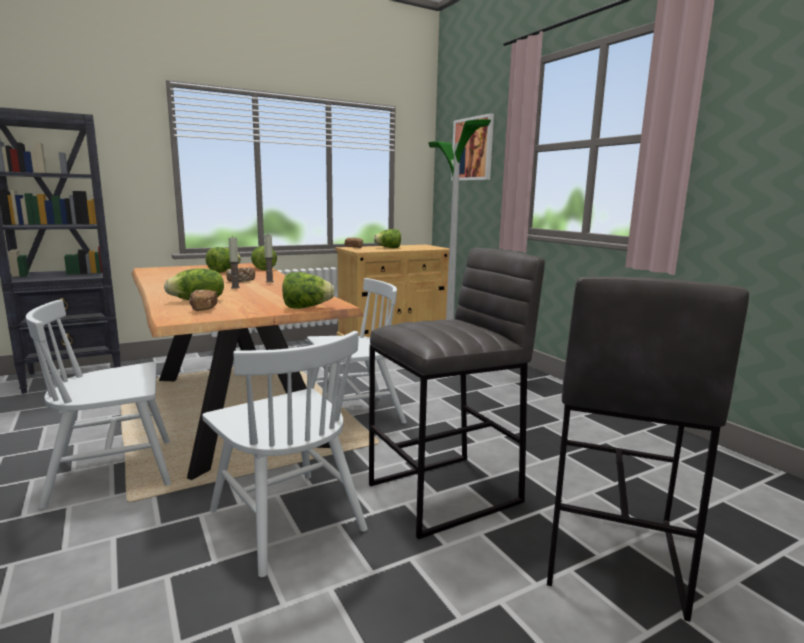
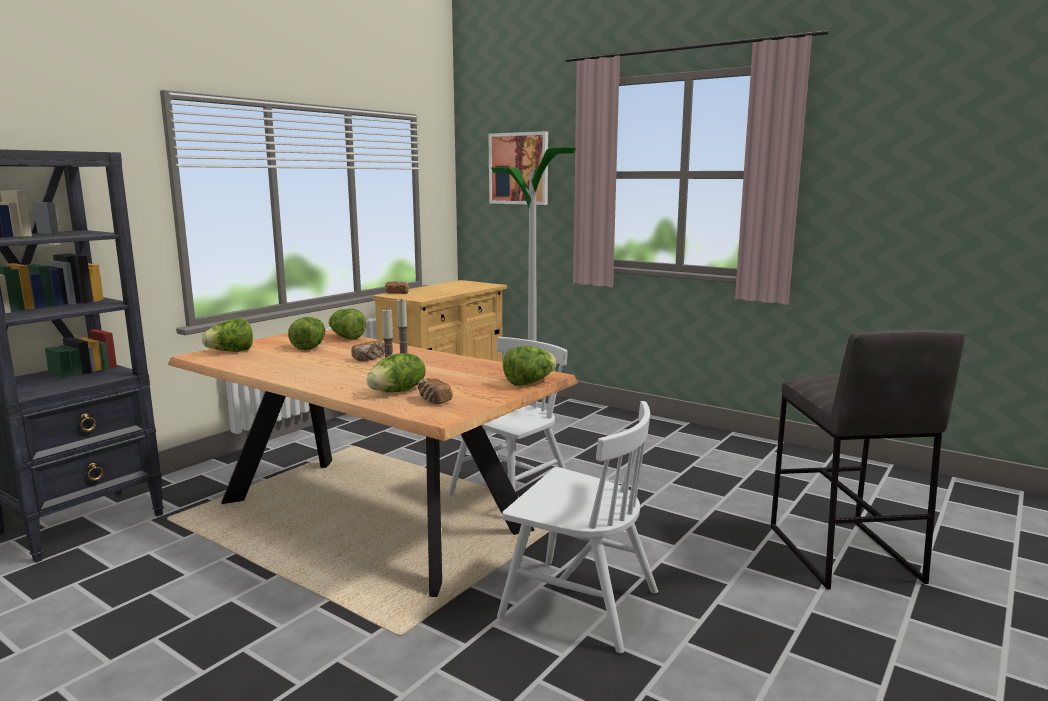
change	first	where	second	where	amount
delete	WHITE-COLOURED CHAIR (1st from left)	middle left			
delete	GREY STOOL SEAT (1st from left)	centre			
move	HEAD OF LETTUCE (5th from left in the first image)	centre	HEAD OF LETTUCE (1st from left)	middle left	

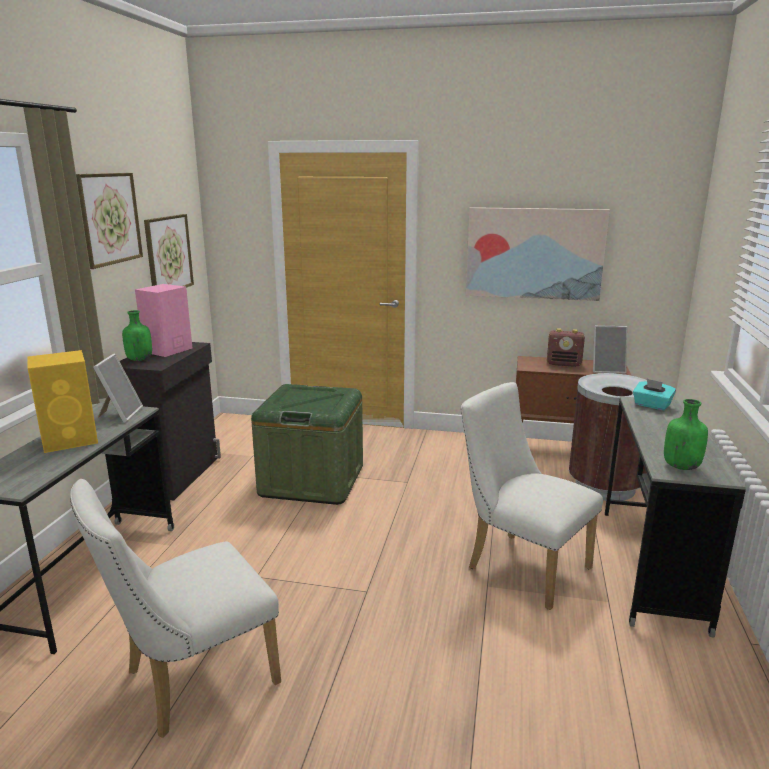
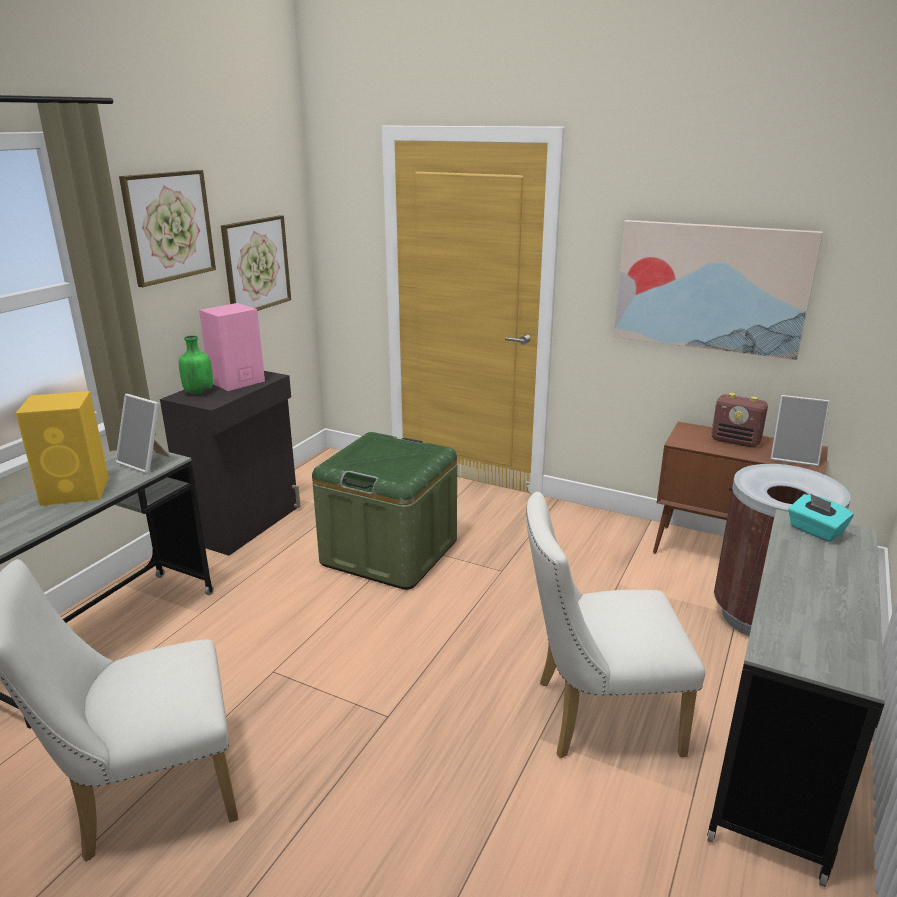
change	first	where	second	where	amount
delete	GREEN BOTTLE (2nd from left)	middle right			
rotate	STANDING FRAME (1st from left)	middle left		middle left	105 degrees clockwise
rotate	WHITE-COLOURED CHAIR (2nd from left)	middle right		bottom right	60 degrees counterclockwise

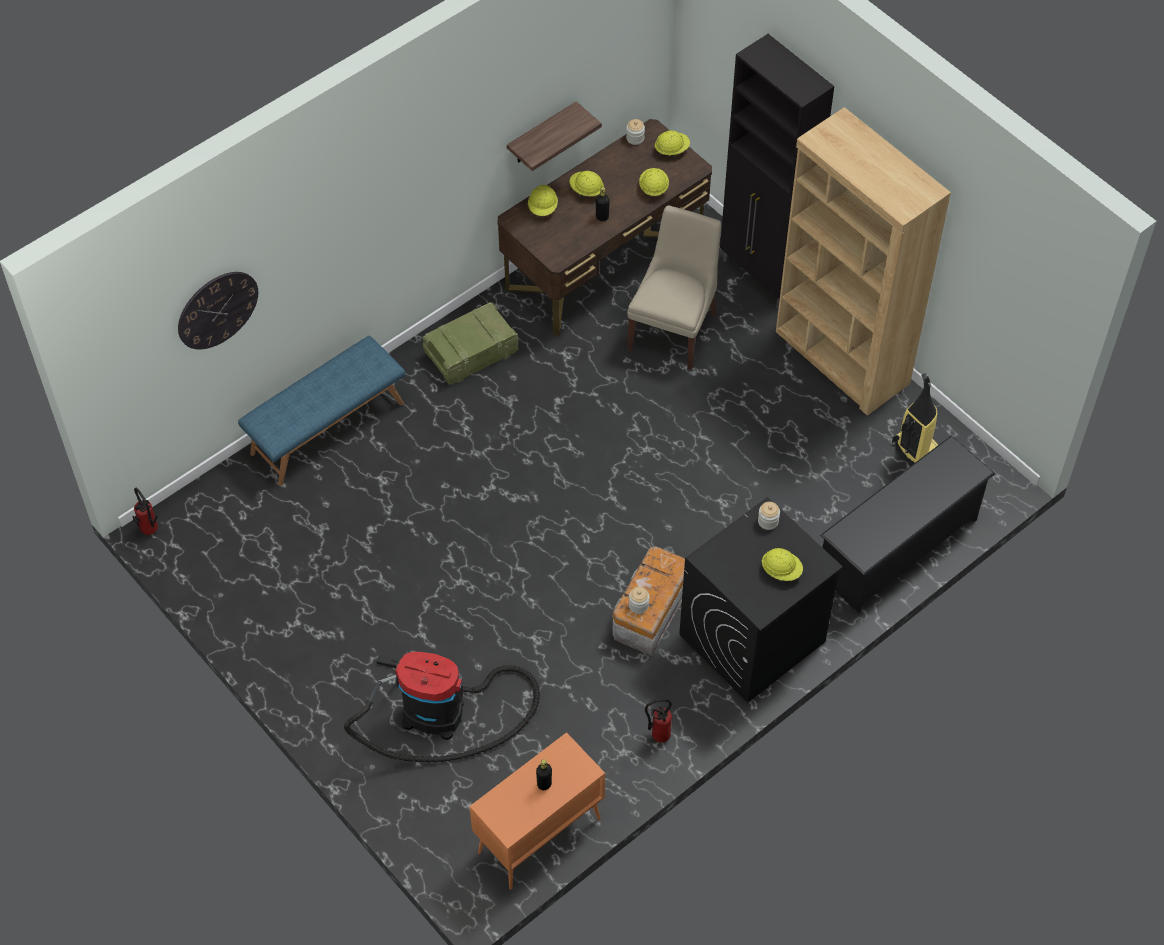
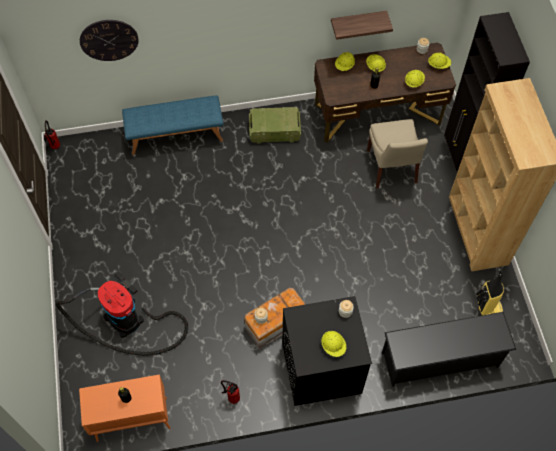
change	first	where	second	where	amount
rotate	BEIGE-COLOURED CHAIR	top centre		middle right	120 degrees clockwise

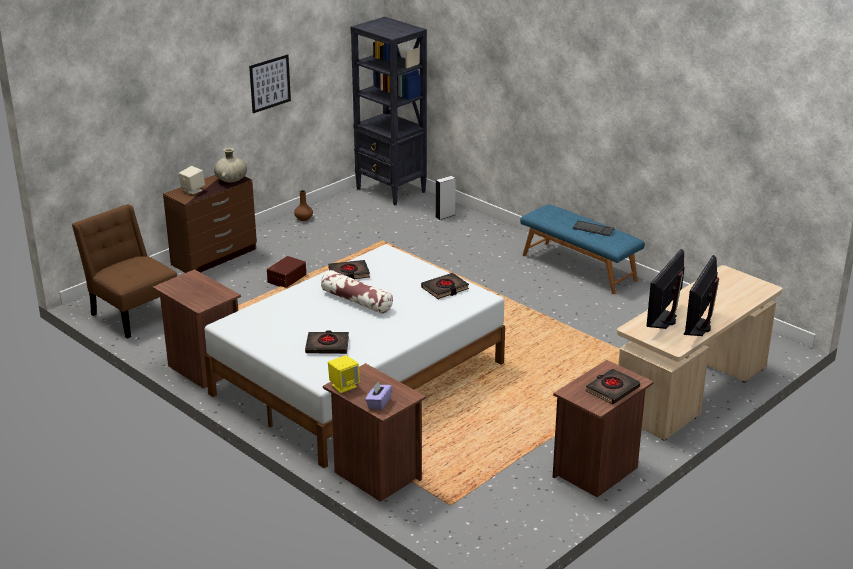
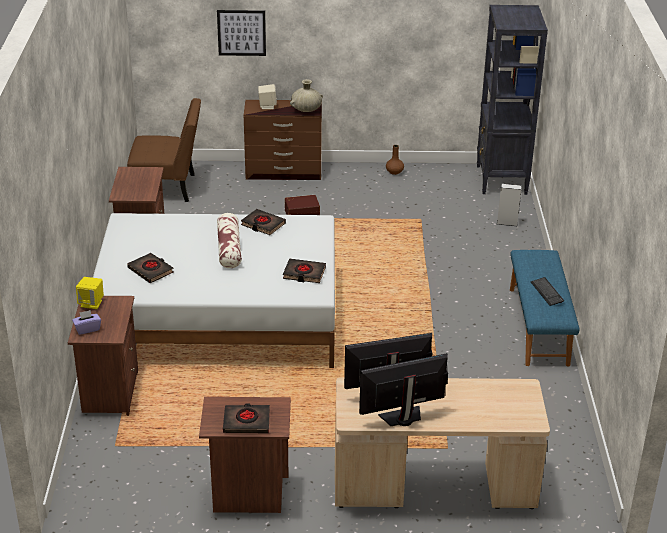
change	first	where	second	where	amount
move	PICTURE	top left		top centre	
rotate	BROWN CHAIR	middle left		top left	90 degrees clockwise

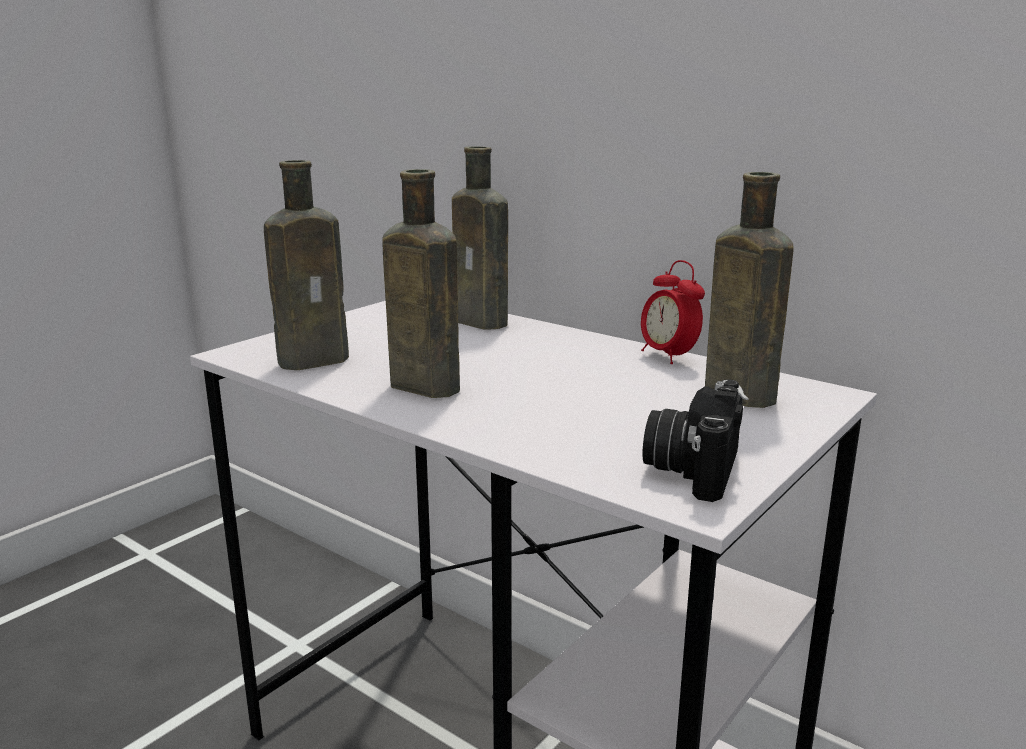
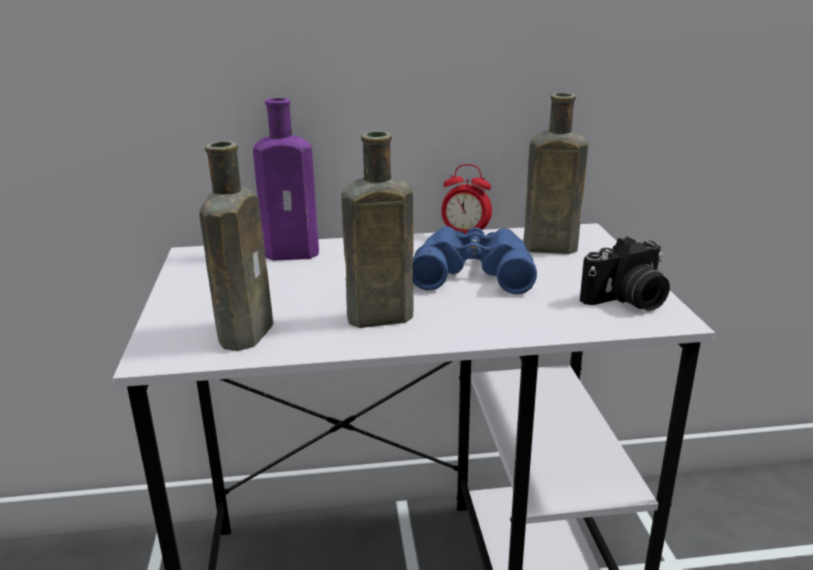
change	first	where	second	where	amount
insert			BLUISH BINOCULARS	centre	
recolor	BROWN BOTTLE (3rd from left)	top centre	PURPLISH BOTTLE	top centre	
rotate	STILL CAMERA	middle right		middle right	90 degrees counterclockwise

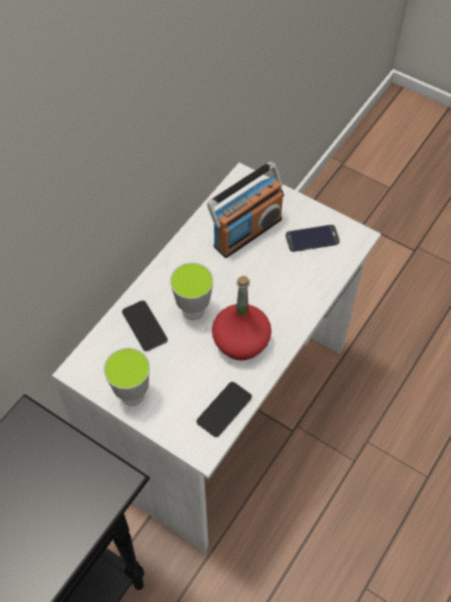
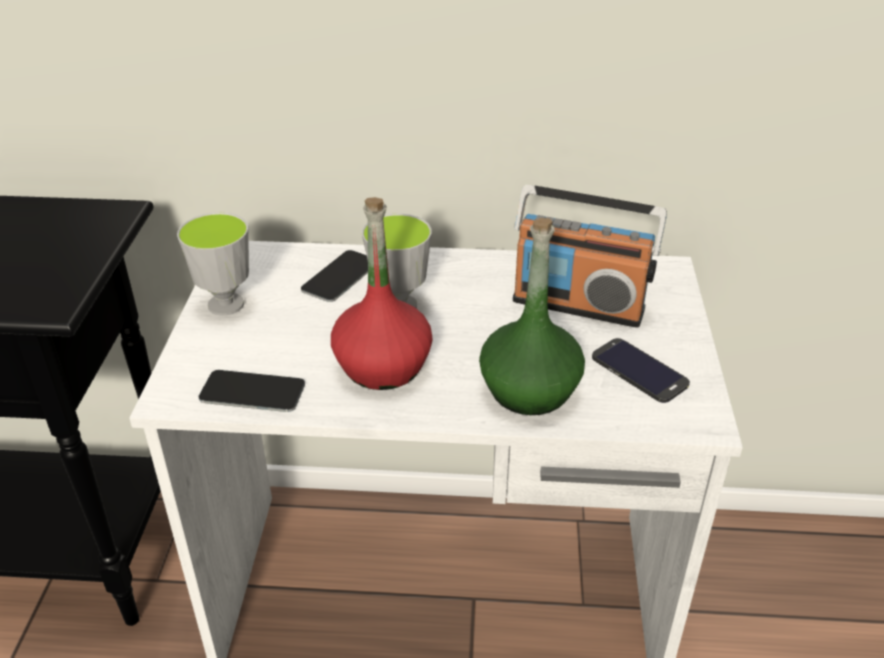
change	first	where	second	where	amount
insert			GREEN BOTTLE	centre	

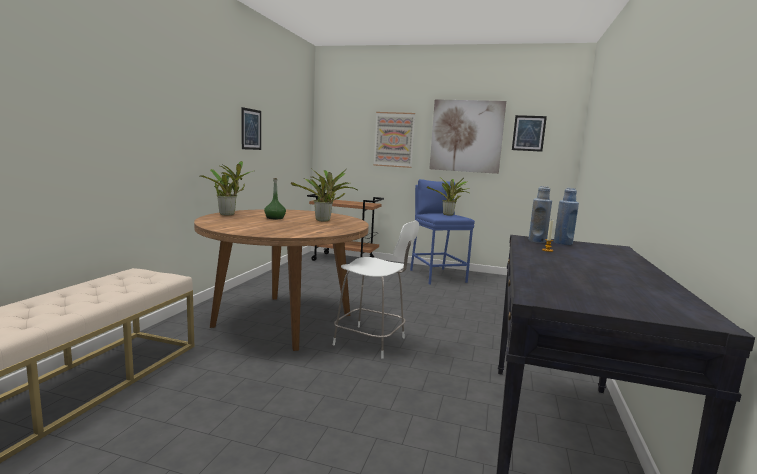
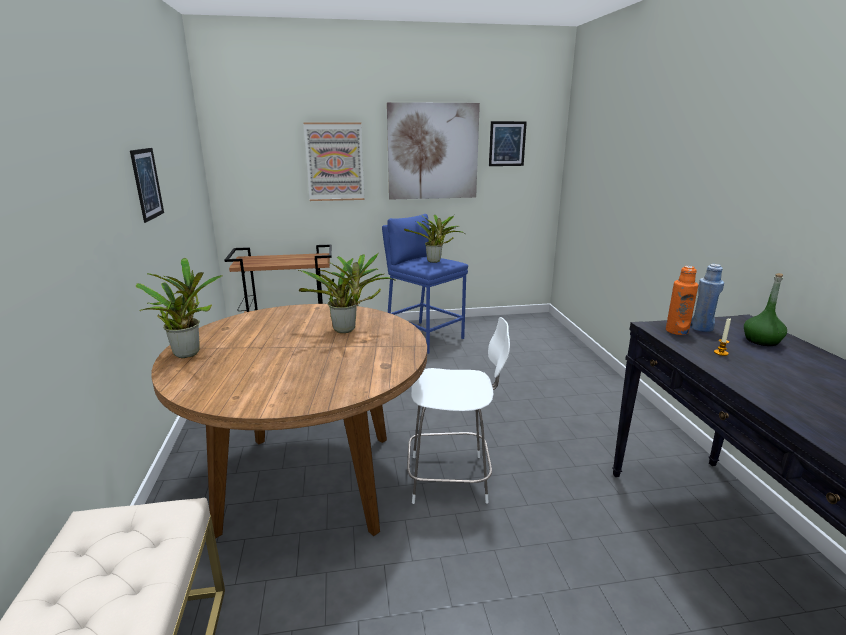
change	first	where	second	where	amount
move	GREEN BOTTLE	centre		middle right	
recolor	BLUISH BOTTLE (1st from left)	middle right	ORANGEY BOTTLE	middle right	

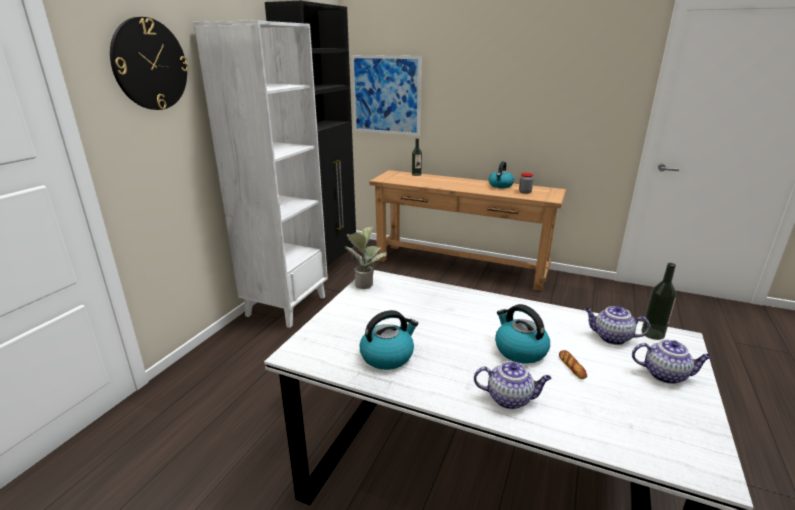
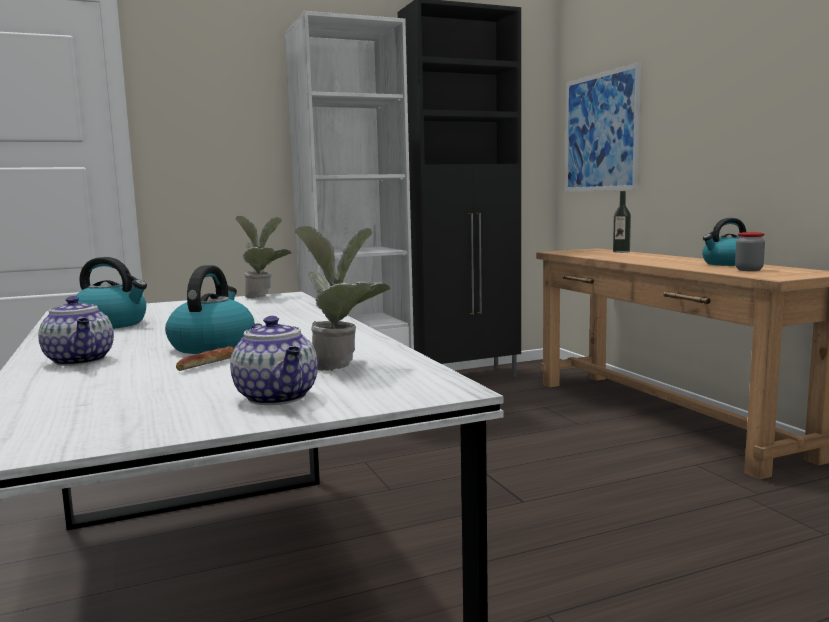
change	first	where	second	where	amount
delete	HANGING CLOCK	top left			
delete	BOTTLE (2nd from left)	middle right			
replace	TEAPOT (2nd from left)	middle right	HOUSEPLANT (2nd from left)	centre	

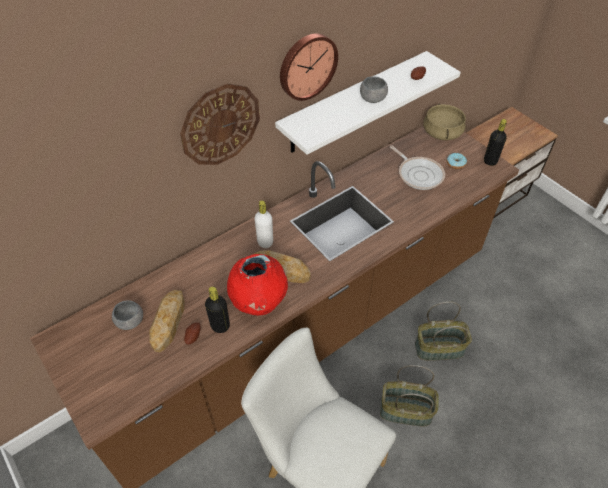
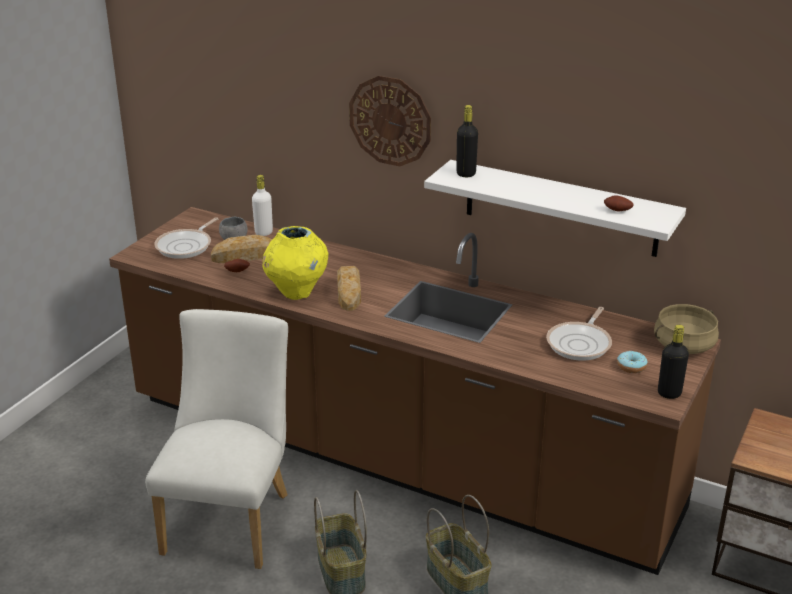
change	first	where	second	where	amount
delete	HANGING CLOCK (2nd from left)	top centre			
delete	GREY BOWL (2nd from left)	top centre			
insert			FRYING PAN (1st from left)	middle left	
move	BLACK-COLOURED BOTTLE (1st from left)	centre		top centre	
move	WHITE-COLOURED BOTTLE	centre		middle left	
recolor	RED DECORATIVE VASE	centre	YELLOW DECORATIVE VASE	centre	

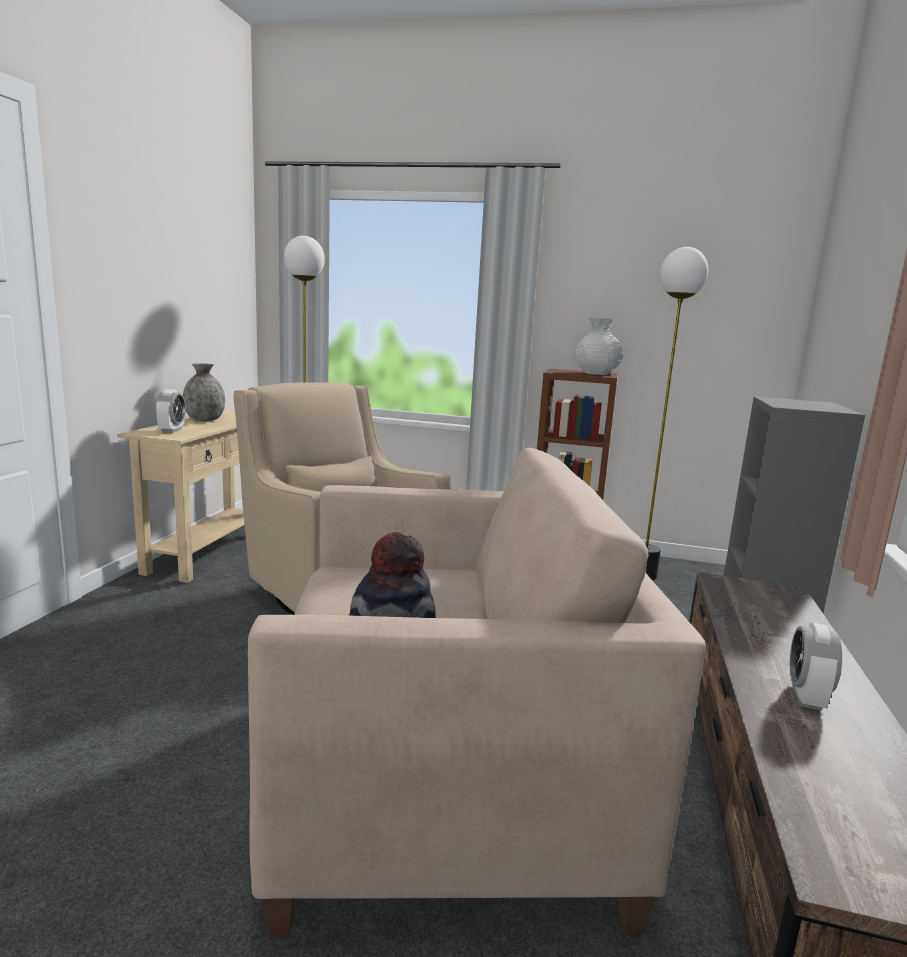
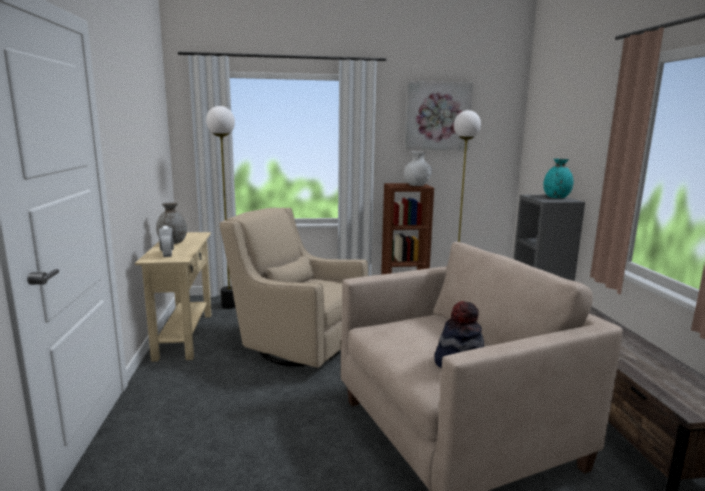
change	first	where	second	where	amount
delete	ALARM CLOCK (2nd from left)	bottom right			
insert			PICTURE	top centre	
insert			BLUE-GREEN DECORATIVE VASE	middle right	

